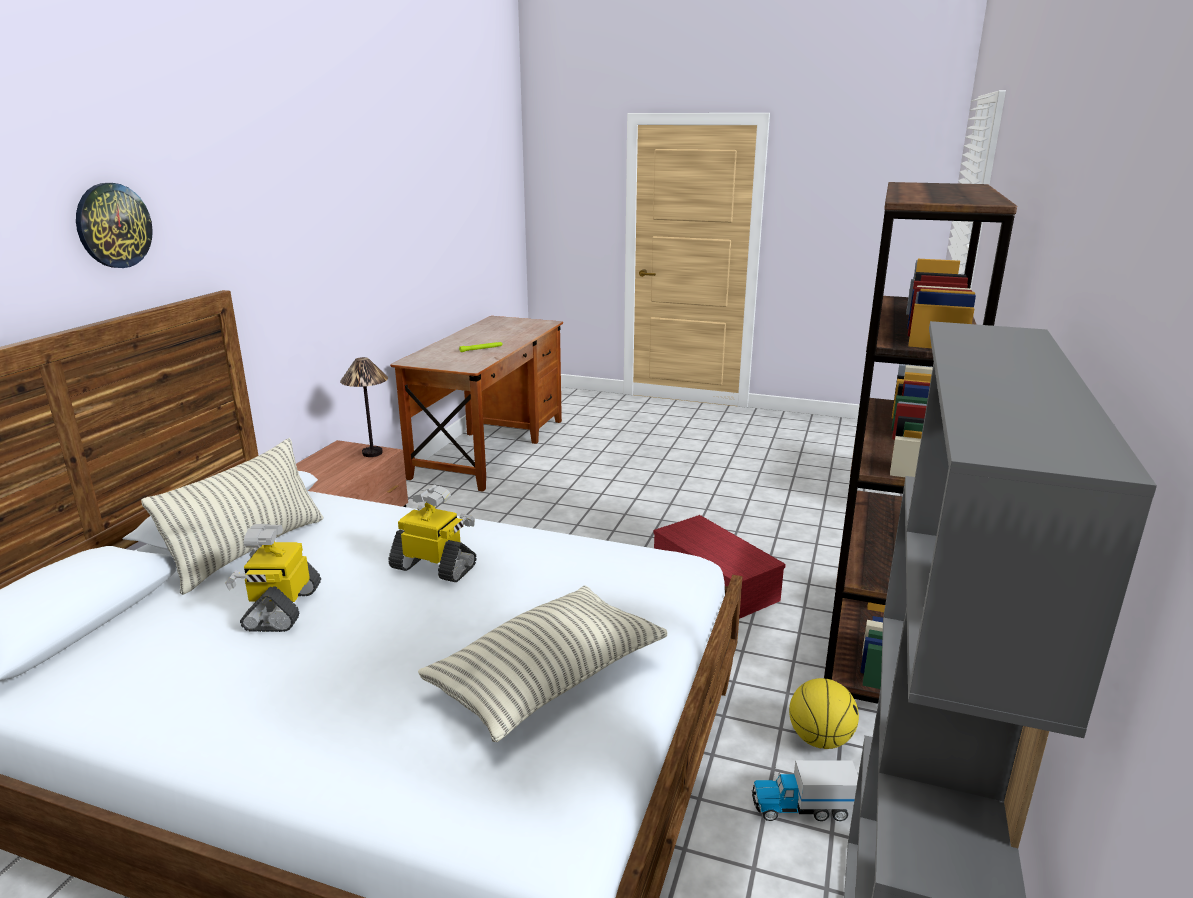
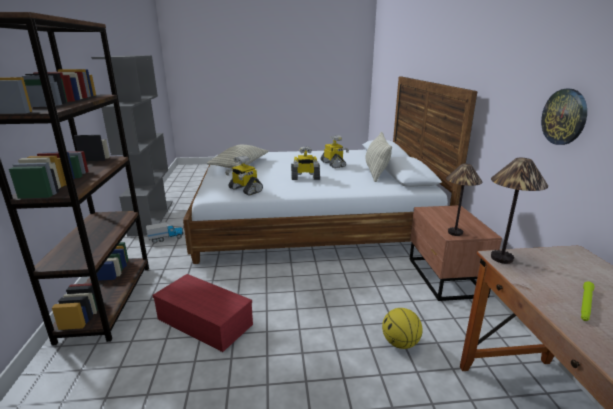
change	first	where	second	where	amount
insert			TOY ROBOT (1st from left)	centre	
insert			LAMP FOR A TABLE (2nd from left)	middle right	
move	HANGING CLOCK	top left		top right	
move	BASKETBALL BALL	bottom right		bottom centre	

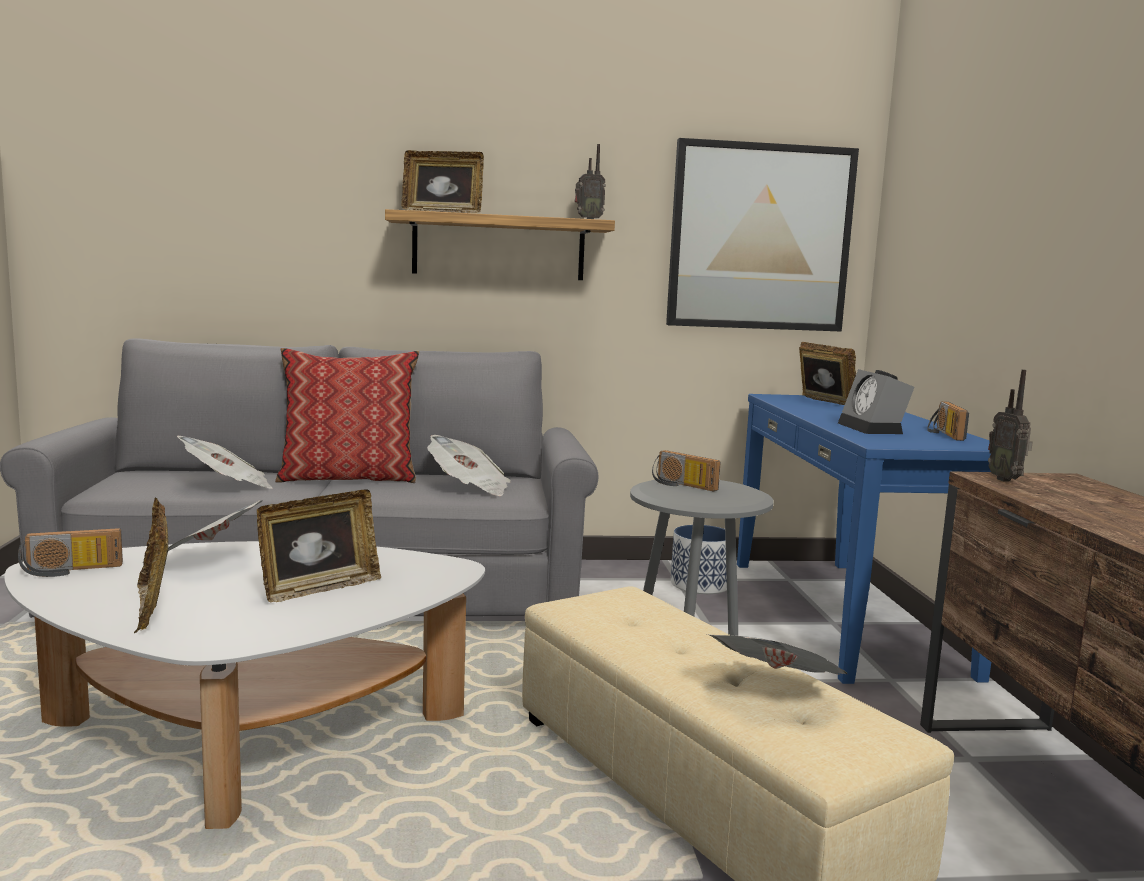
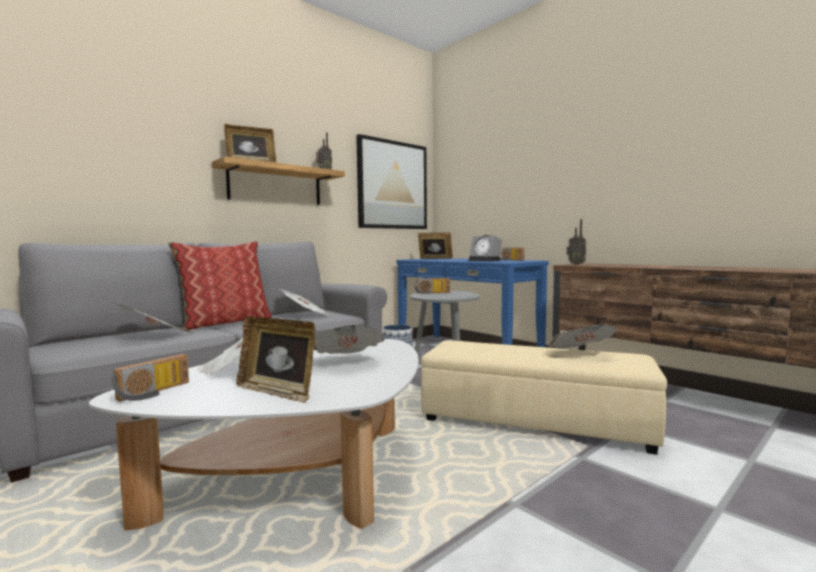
change	first	where	second	where	amount
replace	STANDING FRAME (2nd from left)	middle left	NEWSPAPER (4th from left)	centre	

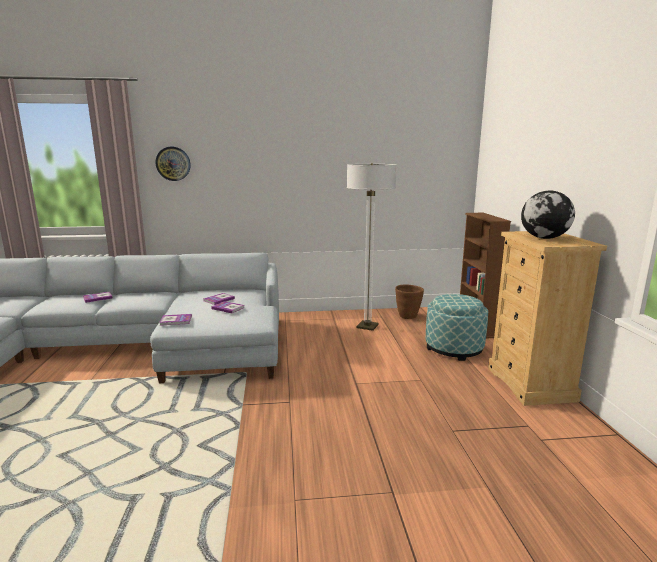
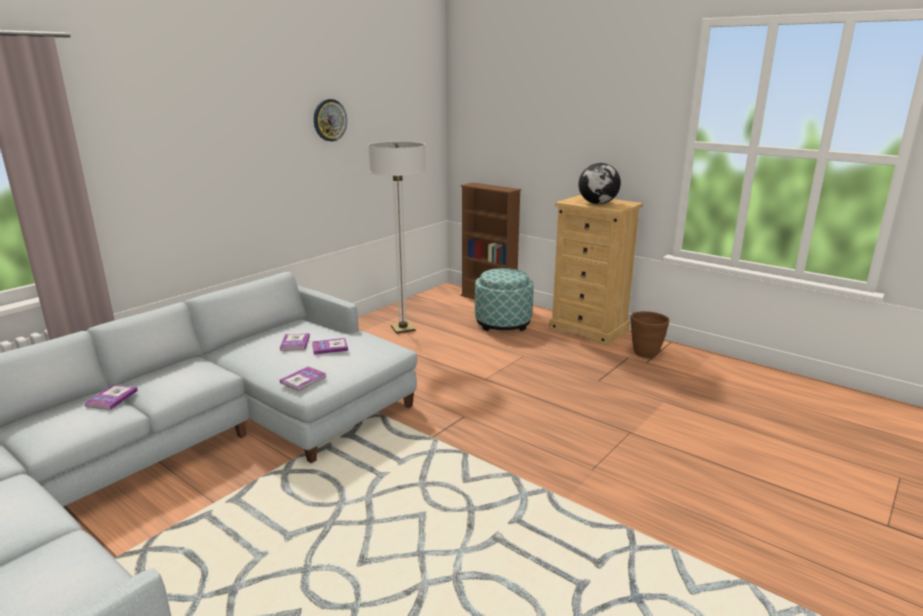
change	first	where	second	where	amount
move	HANGING CLOCK	top left		top centre	
move	BROWN PLANTER	centre		middle right	

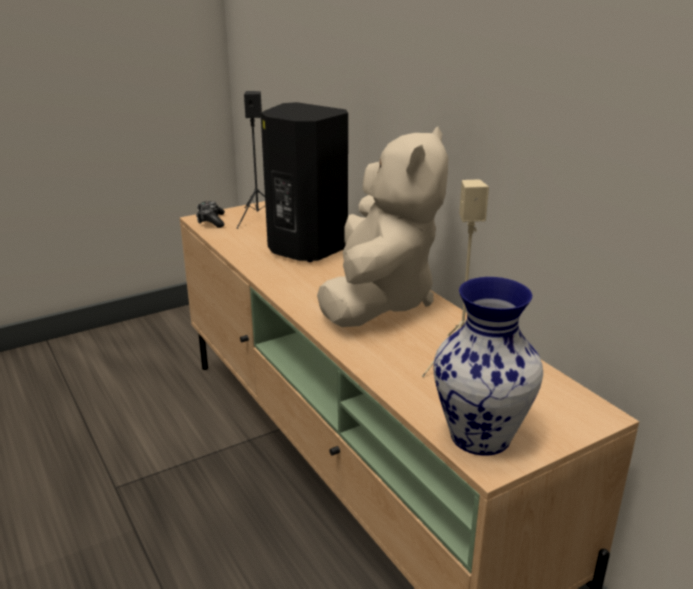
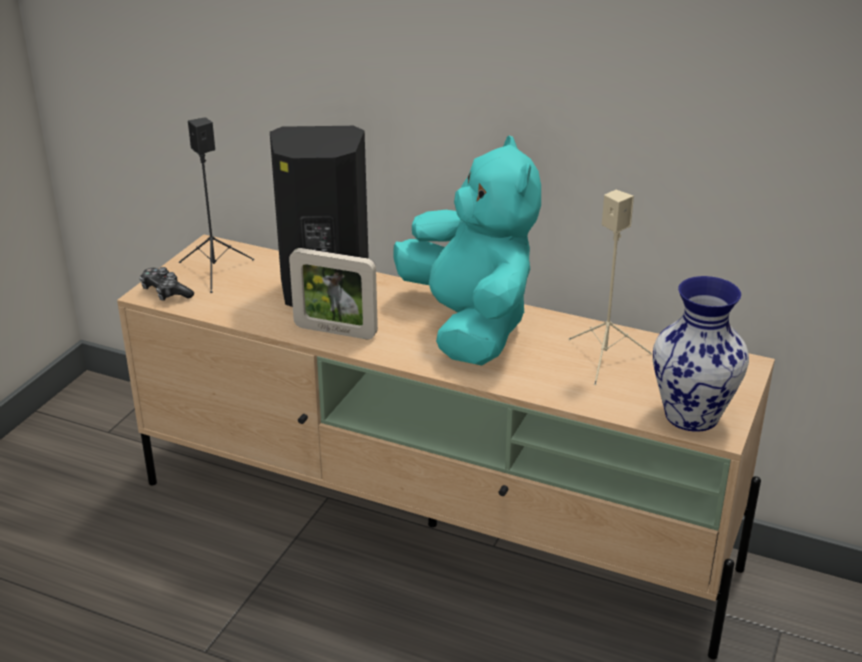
change	first	where	second	where	amount
insert			STANDING FRAME	centre	
recolor	BEIGE-COLOURED SOFT TOY	centre	BLUE-GREEN SOFT TOY	centre	

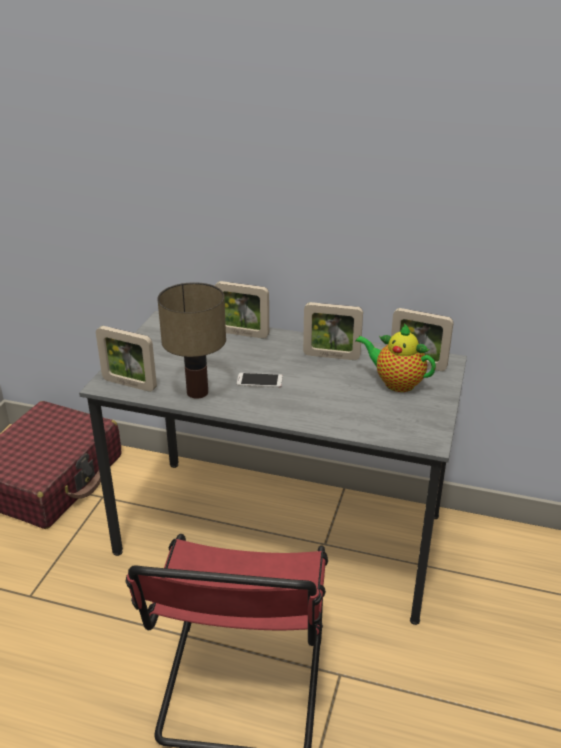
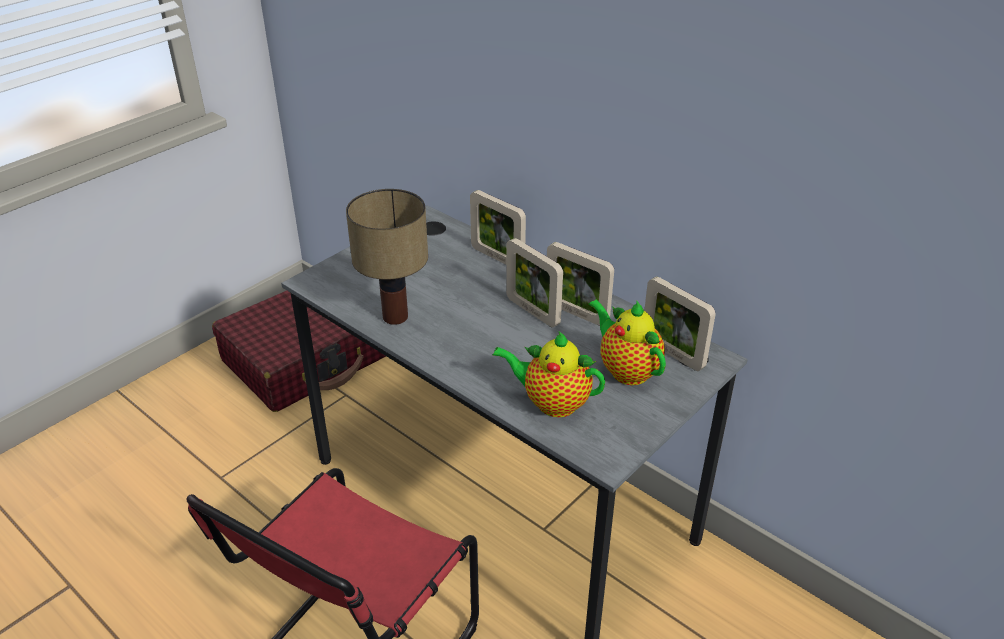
change	first	where	second	where	amount
delete	TELEPHONE	centre			
insert			TEAPOT (1st from left)	centre	
move	STANDING FRAME (1st from left in the first image)	middle left	STANDING FRAME (2nd from left)	centre	

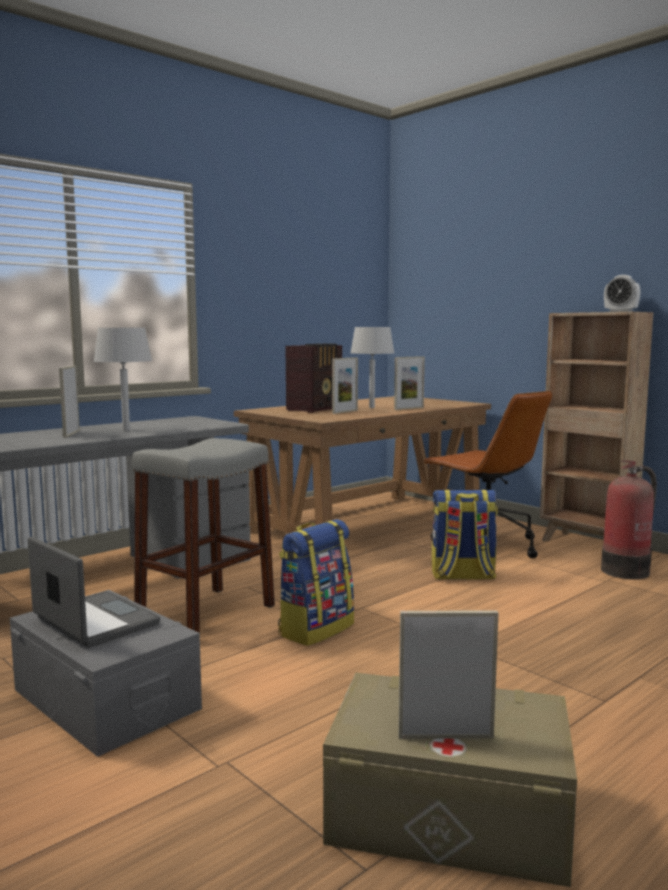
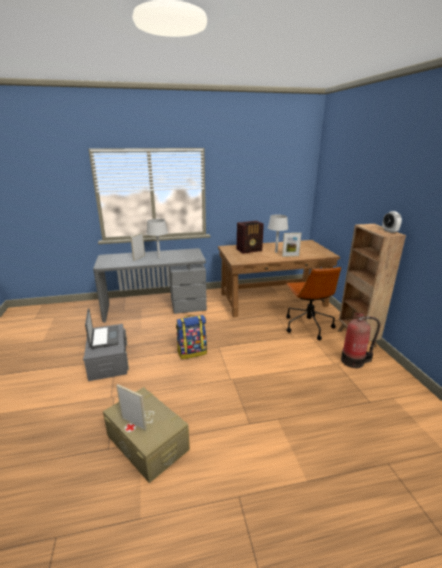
change	first	where	second	where	amount
delete	GREY STOOL SEAT	middle left			
delete	STANDING FRAME (2nd from left)	centre			
delete	RUCKSACK (2nd from left)	middle right			

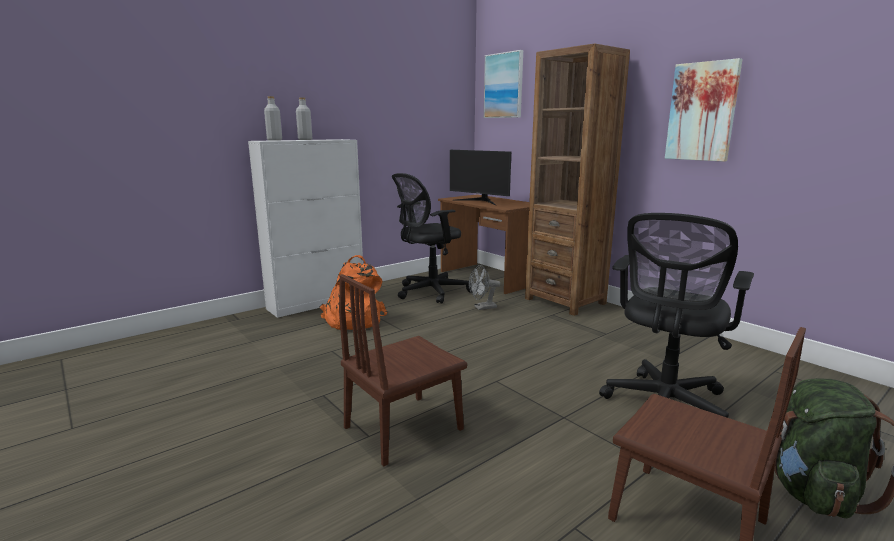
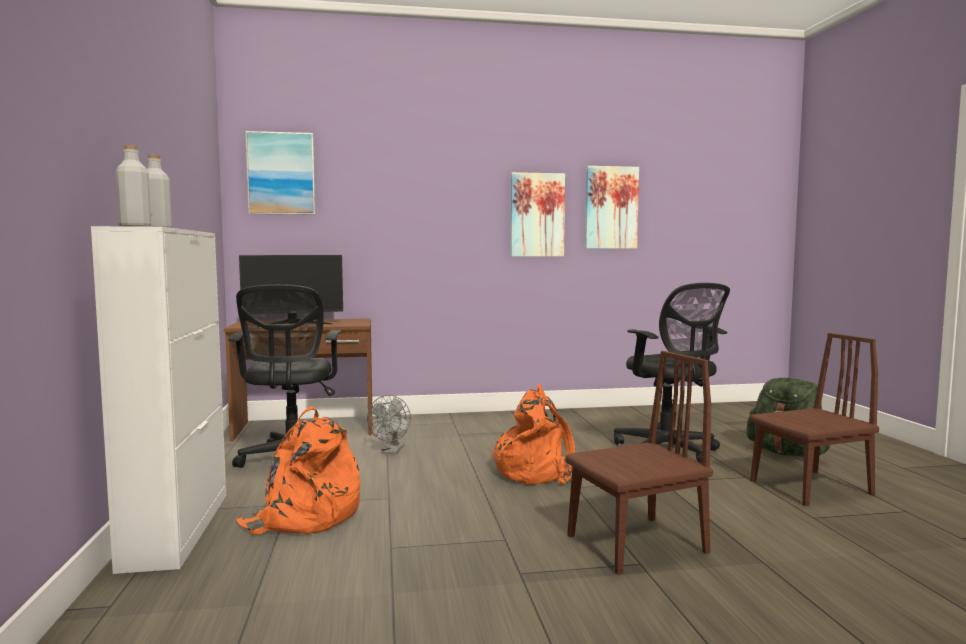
change	first	where	second	where	amount
delete	BROWN SHELVING UNIT	top centre			
insert			ORANGEY RUCKSACK (2nd from left)	bottom centre	
insert			PICTURE (3rd from left)	top centre	
rotate	BROWN CHAIR (1st from left)	bottom centre		bottom centre	105 degrees counterclockwise

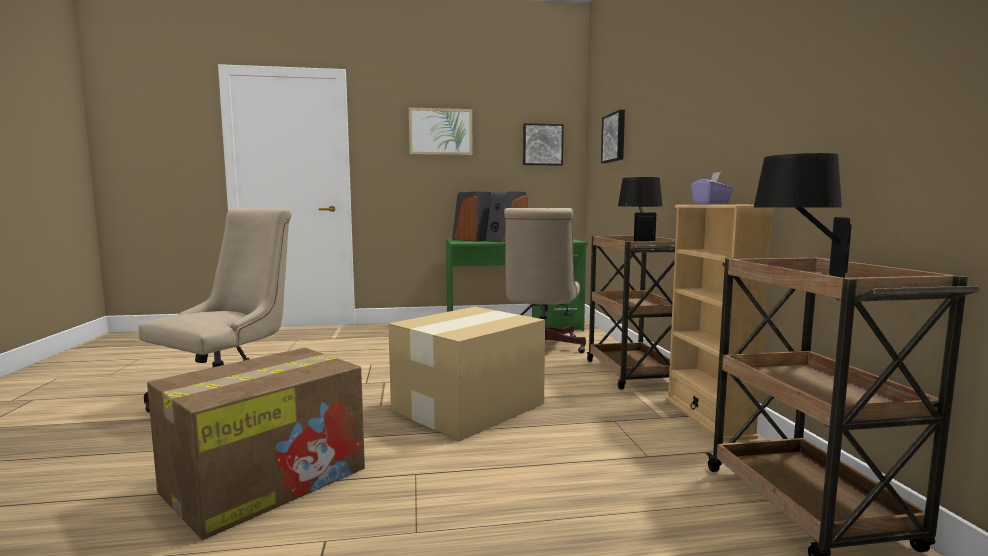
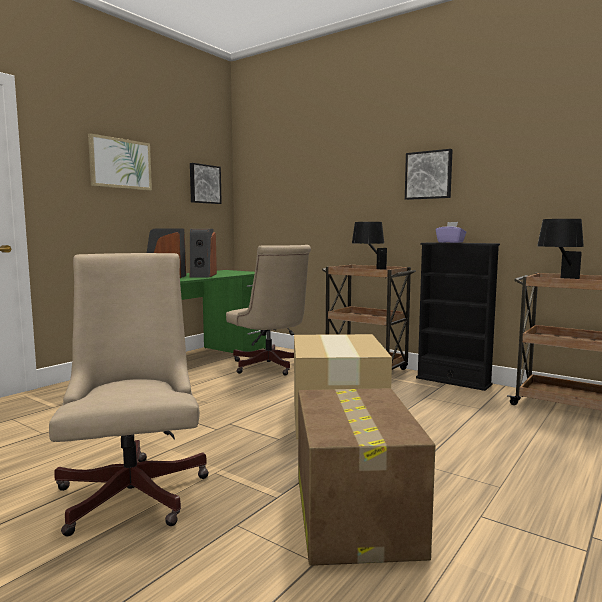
change	first	where	second	where	amount
move	PICTURE (3rd from left)	top centre		top right	
recolor	BEIGE-COLOURED SHELVING UNIT	middle right	BLACK-COLOURED SHELVING UNIT	middle right	

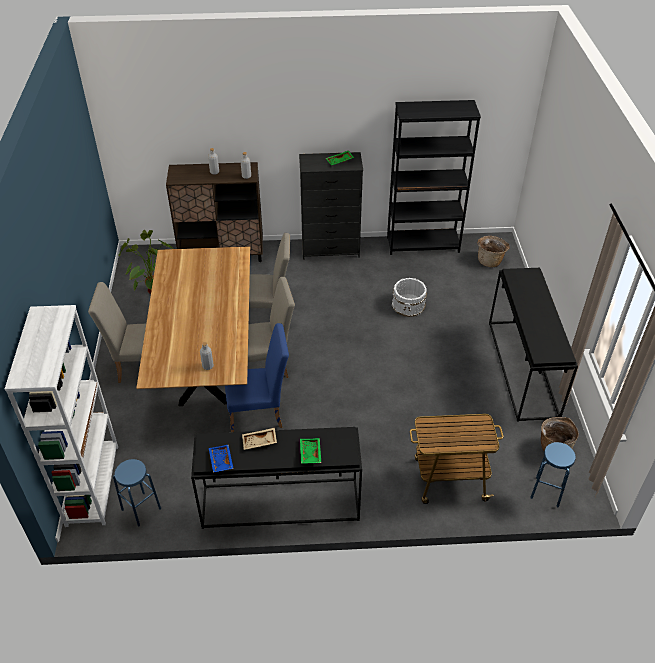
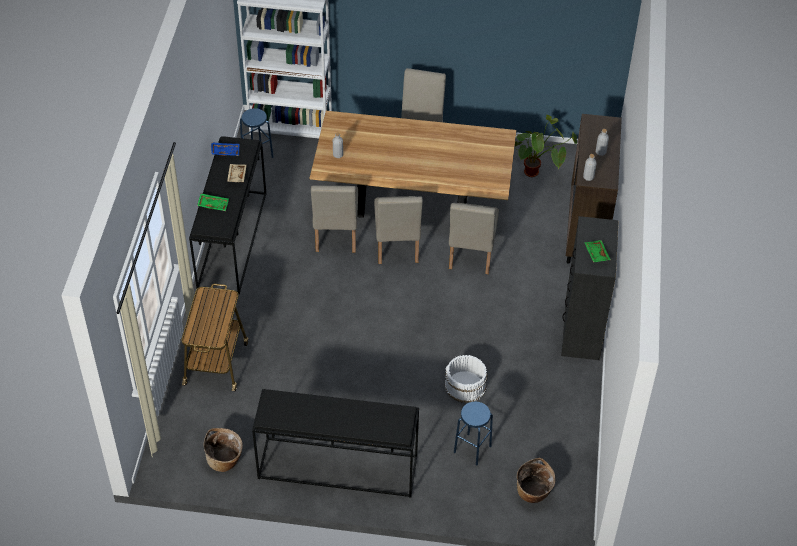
change	first	where	second	where	amount
delete	BLACK-COLOURED SHELVING UNIT	top centre			
move	BLUISH STOOL SEAT (2nd from left)	bottom right		bottom centre	
recolor	BLUISH CHAIR	centre	BEIGE-COLOURED CHAIR (1st from left)	centre	

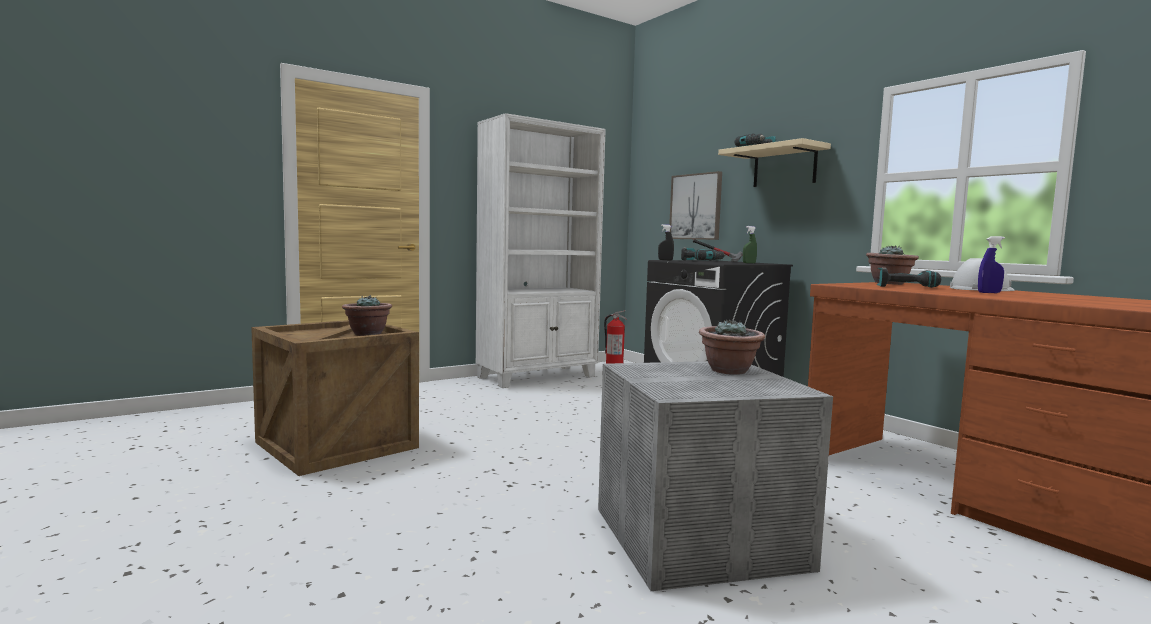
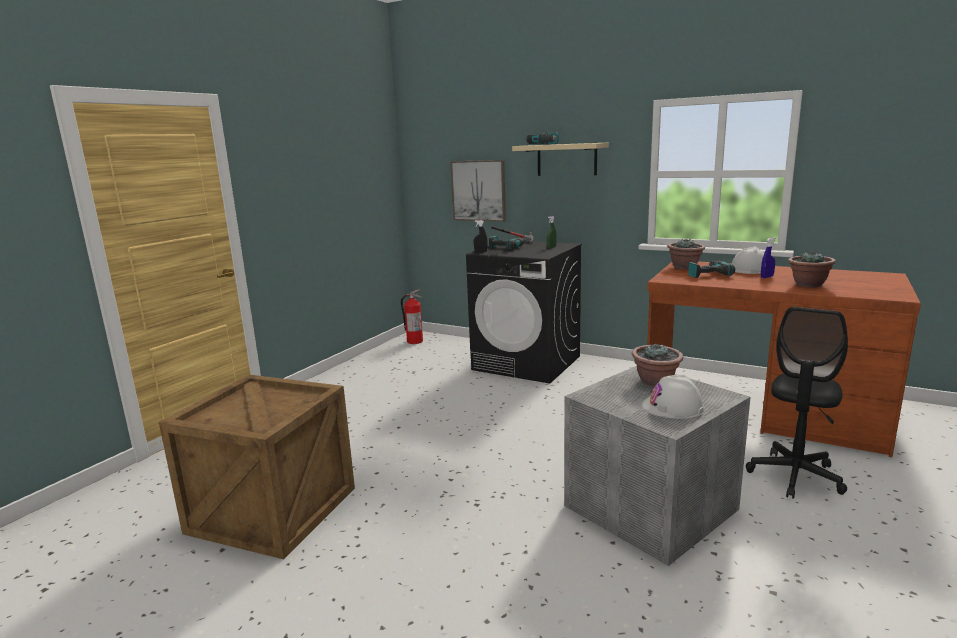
change	first	where	second	where	amount
delete	WHITE-COLOURED SHELVING UNIT	centre			
insert			WHITE-COLOURED WORK HELMET (1st from left)	middle right	
insert			BLACK-COLOURED OFFICE CHAIR	middle right	
move	HOUSEPLANT (1st from left in the first image)	middle left	HOUSEPLANT (3rd from left)	middle right	

